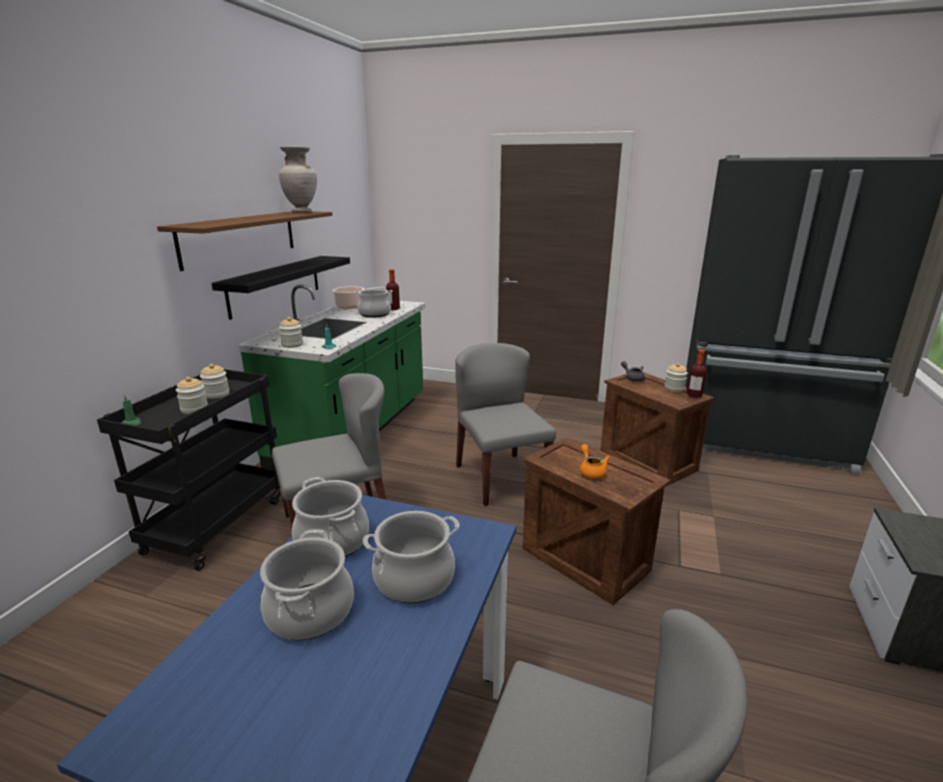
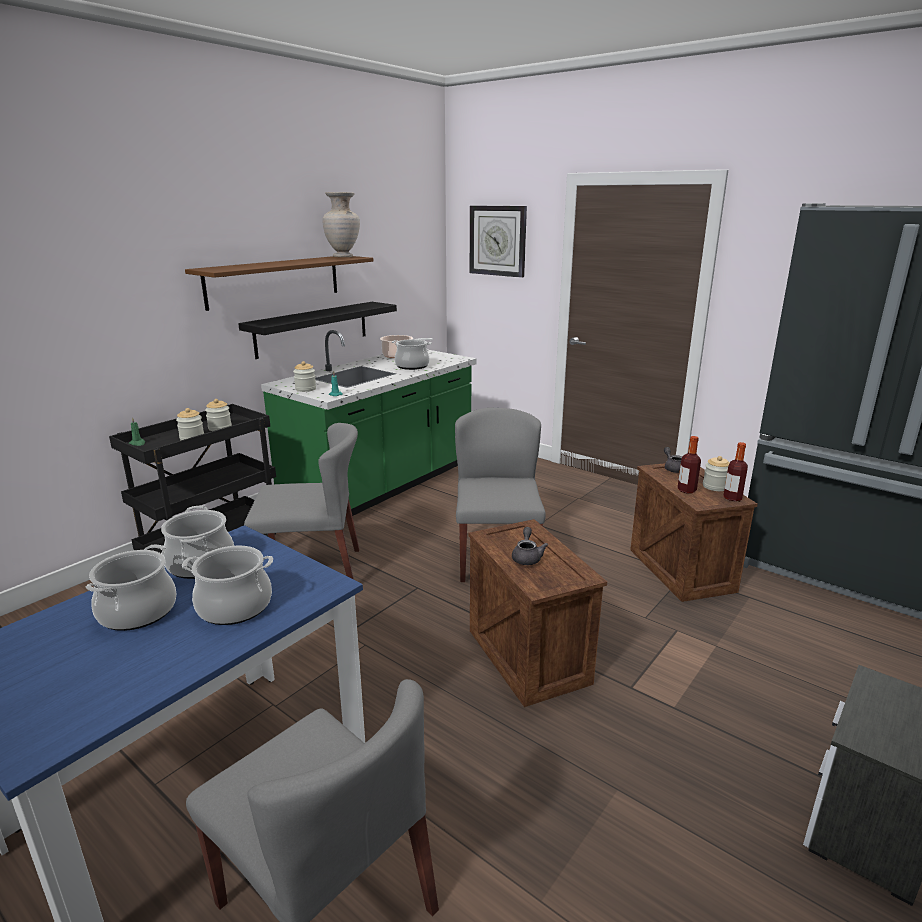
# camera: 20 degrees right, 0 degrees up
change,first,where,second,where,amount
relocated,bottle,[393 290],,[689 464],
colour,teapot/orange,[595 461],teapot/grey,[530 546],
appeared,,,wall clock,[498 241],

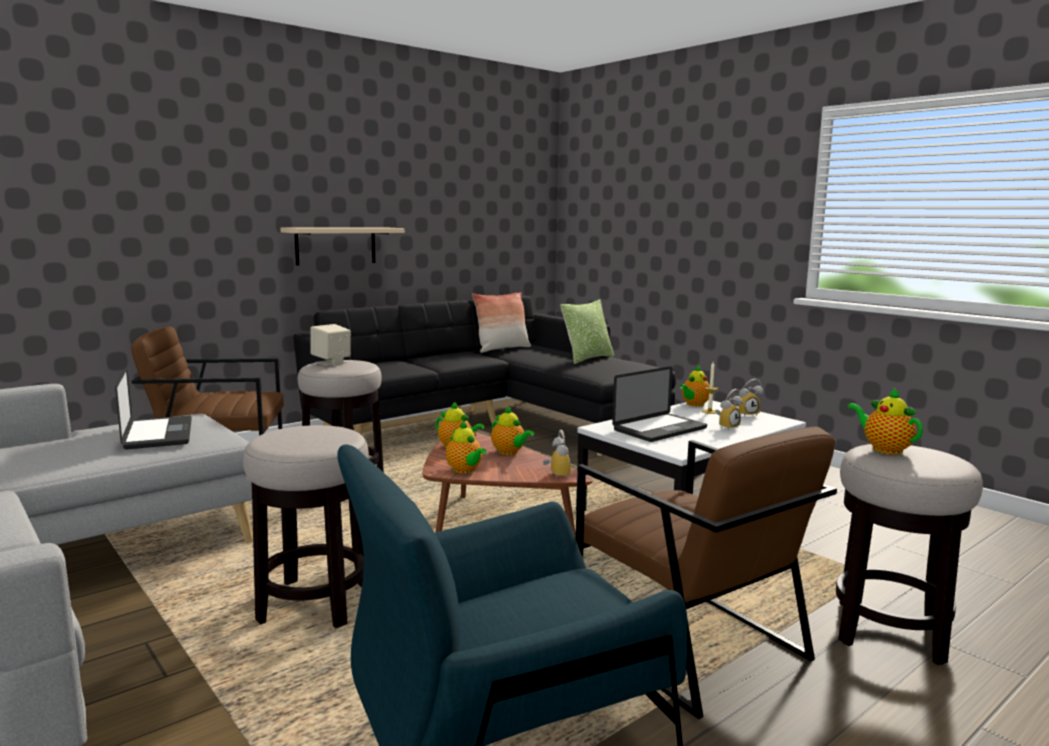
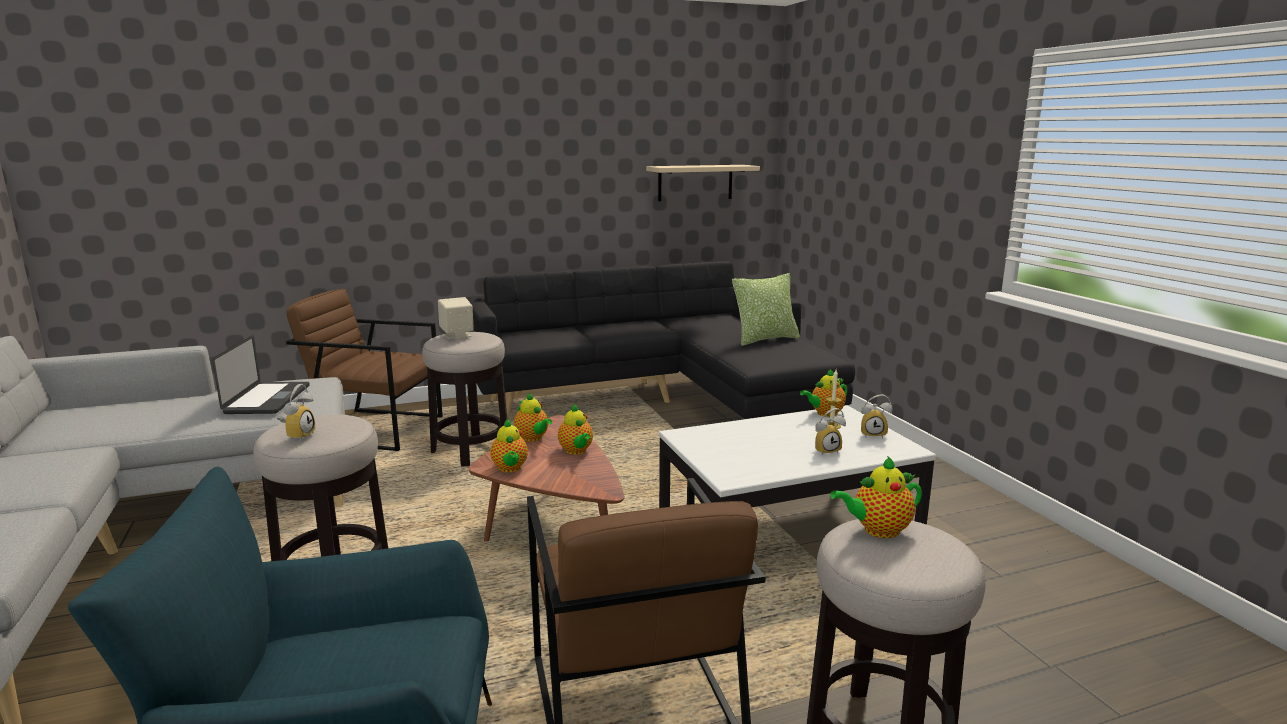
# camera: 20 degrees right, 5 degrees up
change,first,where,second,where,amount
relocated,shelf/beige,[342 246],,[703 183],
missing,pillow,[501 322],,,
relocated,alarm clock,[557 454],,[296 412],
missing,laptop,[659 404],,,
spun,teapot,[885 421],,[876 497],90 degrees counterclockwise

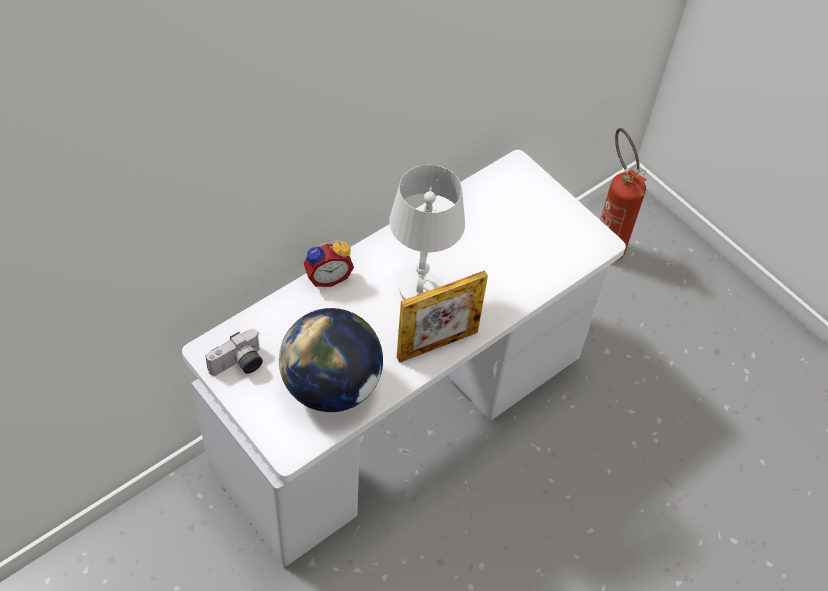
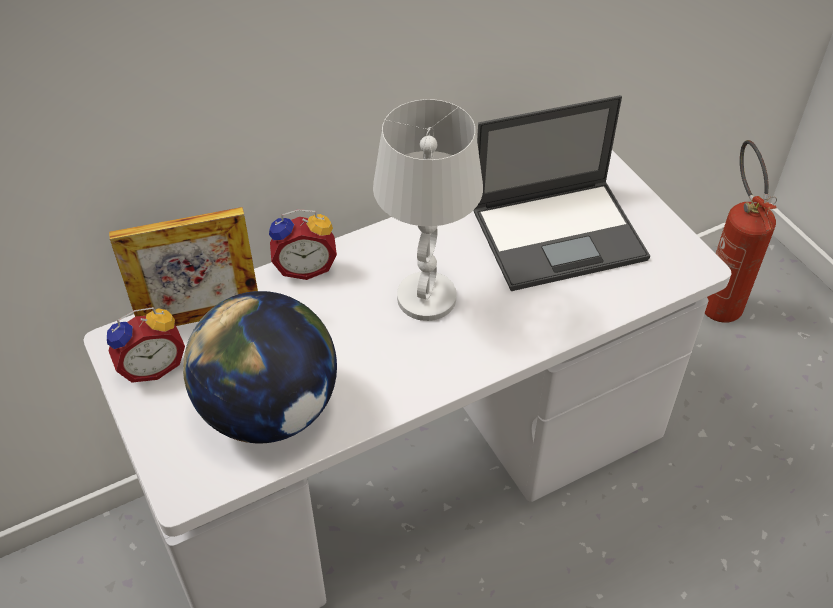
# camera: 15 degrees right, 5 degrees down
change,first,where,second,where,amount
exchanged,photo camera,[234 352],alarm clock,[146 345],
relocated,picture frame,[442 316],,[183 266],
appeared,,,laptop,[561 193],

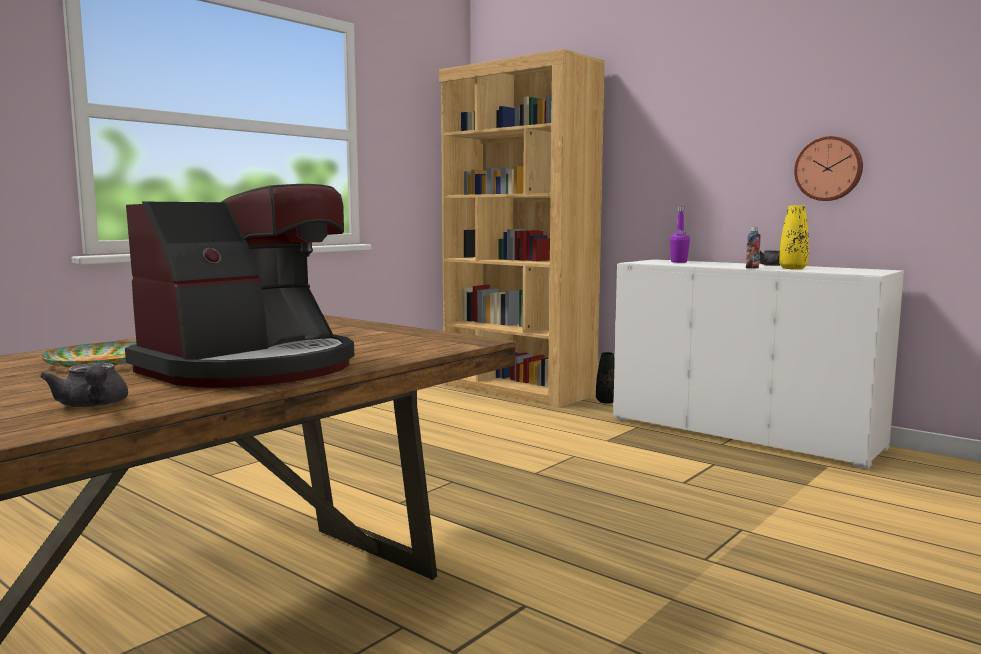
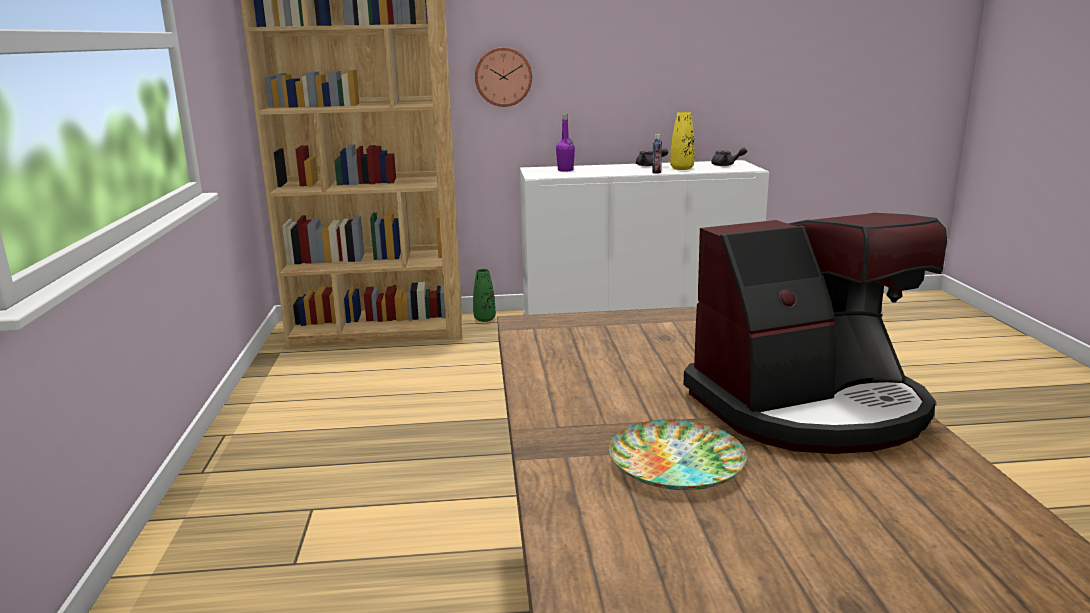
# camera: 45 degrees left, 10 degrees up
change,first,where,second,where,amount
relocated,teapot/grey,[84 385],,[729 156],
spun,coffee machine,[239 286],,[815 333],75 degrees clockwise
colour,vase/black,[605 378],vase/green,[484 295],
relocated,wall clock,[828 168],,[503 77],

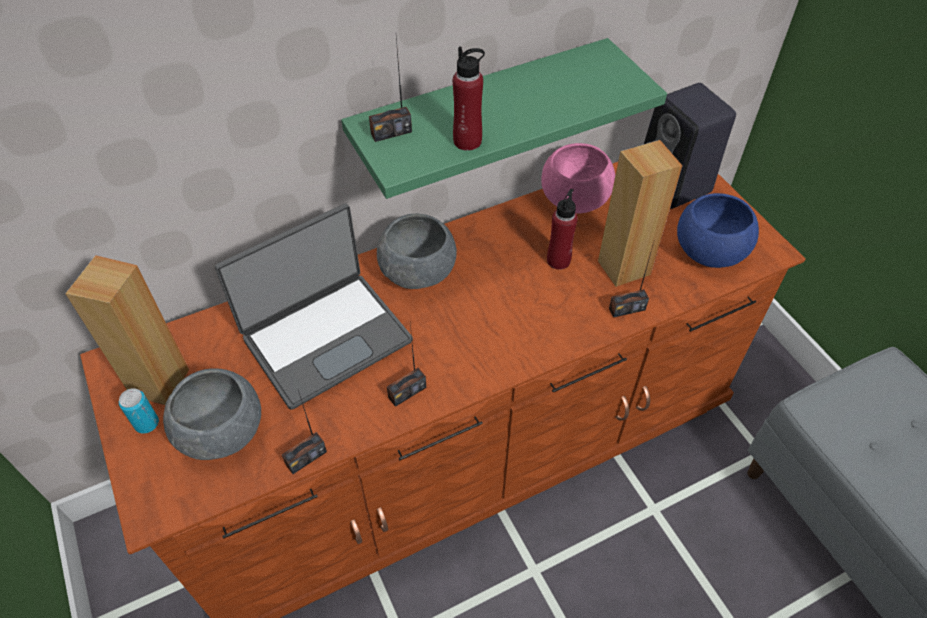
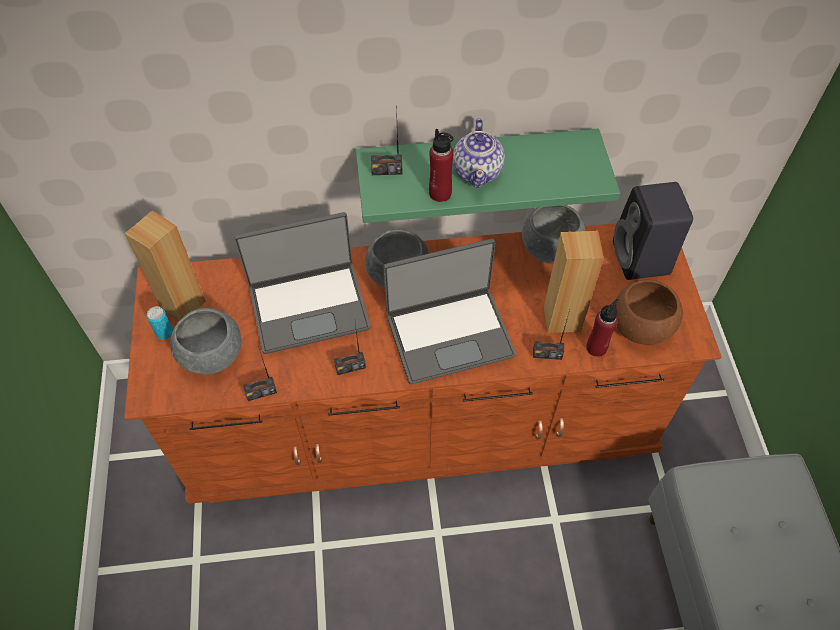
# camera: 20 degrees right, 5 degrees up
change,first,where,second,where,amount
colour,bowl/pink,[578 178],bowl/grey,[554 234],
relocated,bottle/red,[562 229],,[602 328],
colour,bowl/blue,[718 230],bowl/brown,[649 312],
appeared,,,laptop,[449 311],
appeared,,,teapot,[479 153],

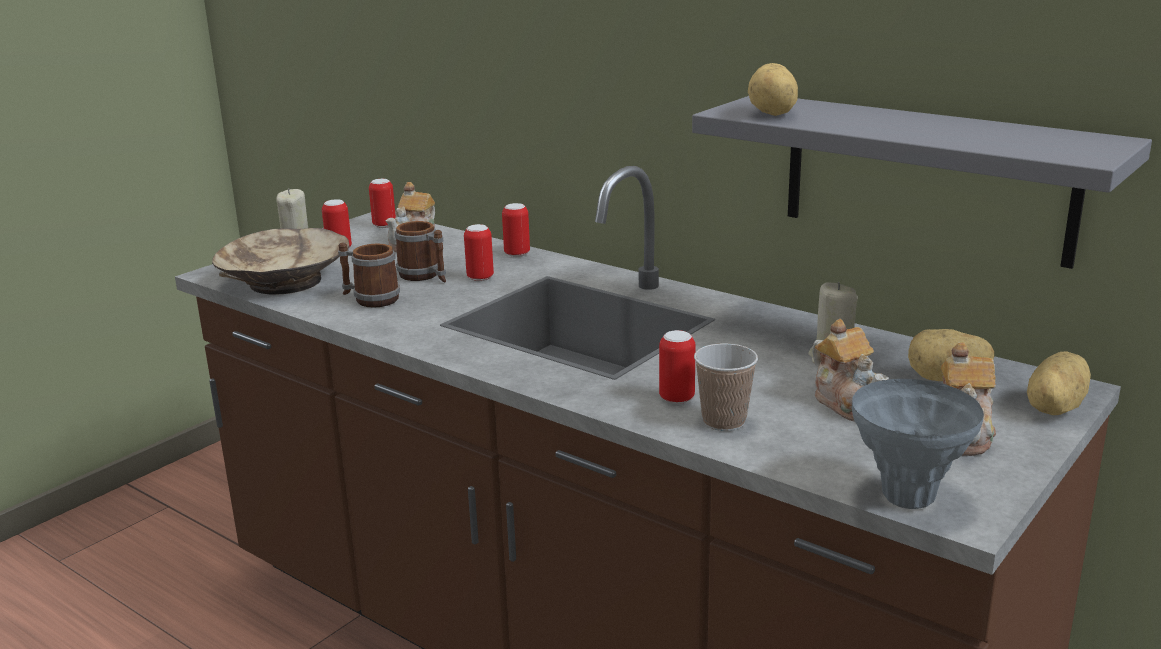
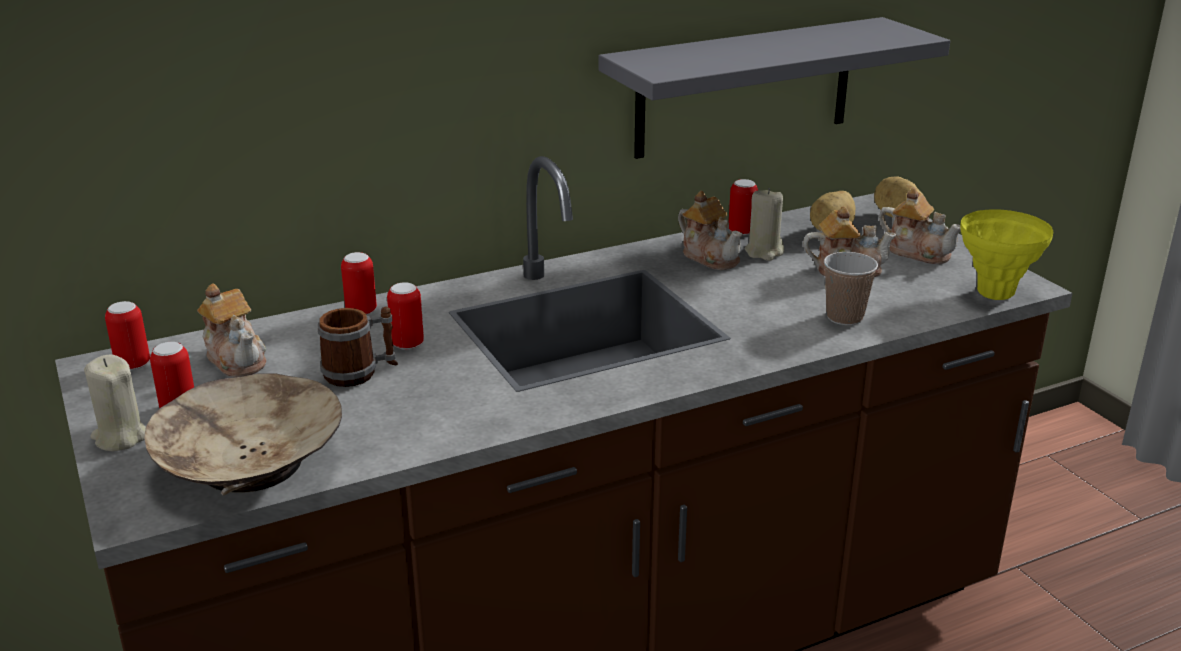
# camera: 65 degrees left, 5 degrees up
change,first,where,second,where,amount
missing,mug,[369 275],,,
relocated,can,[677 367],,[743 207],
missing,potato,[773 89],,,
colour,vase/grey,[918 444],vase/yellow,[1006 254],
appeared,,,teapot,[710 230],

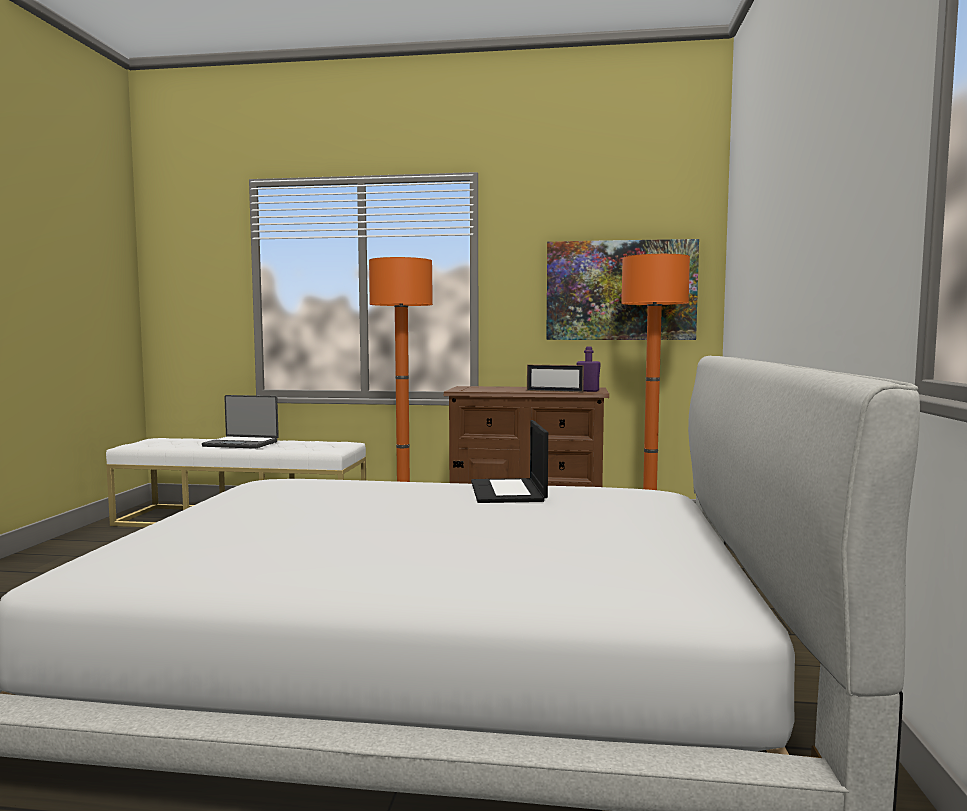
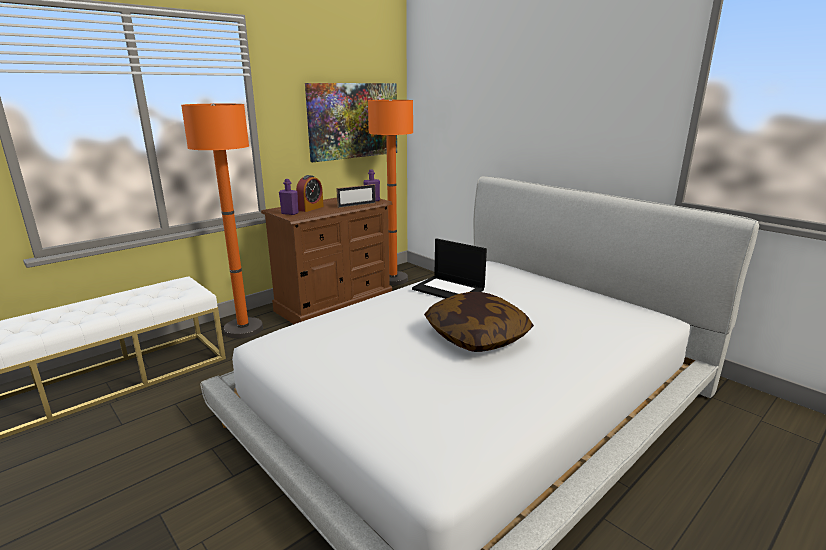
# camera: 50 degrees left, 15 degrees up
change,first,where,second,where,amount
missing,laptop,[240 422],,,
appeared,,,bottle/purple,[289 197],
appeared,,,alarm clock,[310 193],
appeared,,,pillow,[479 322],

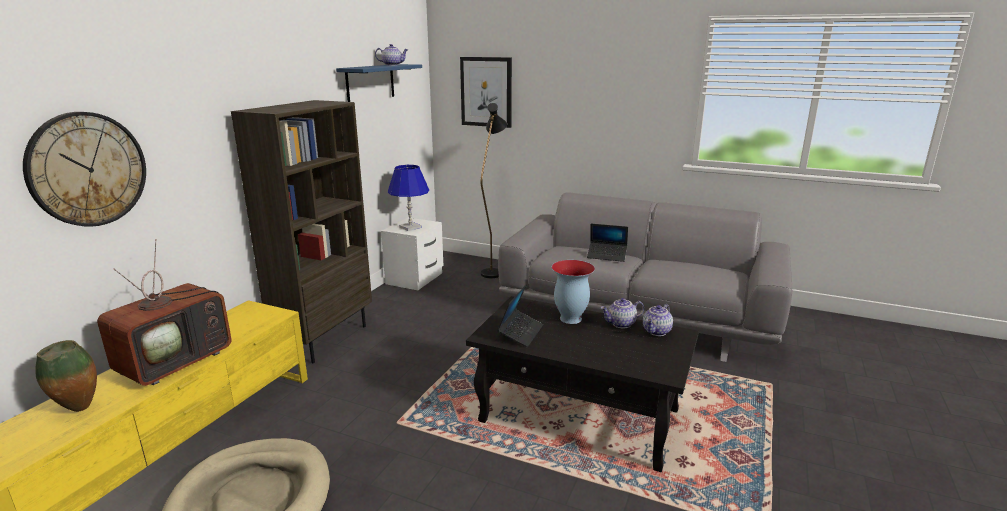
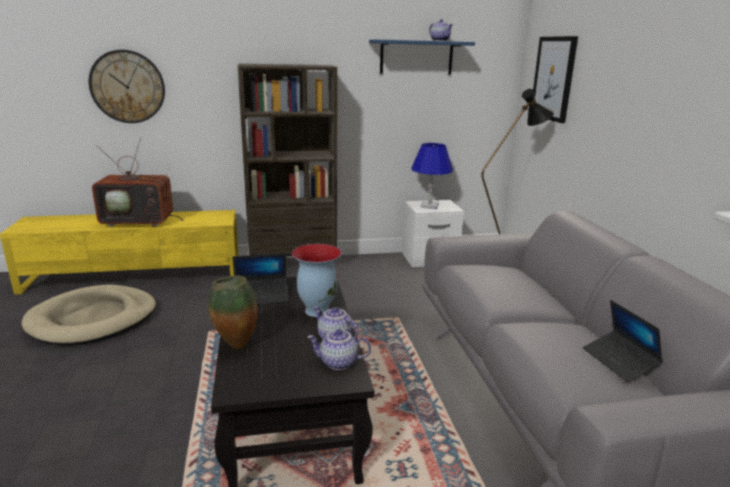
# camera: 55 degrees right, 0 degrees up
change,first,where,second,where,amount
relocated,vase,[66 376],,[232 312],
relocated,laptop,[607 243],,[623 341],

